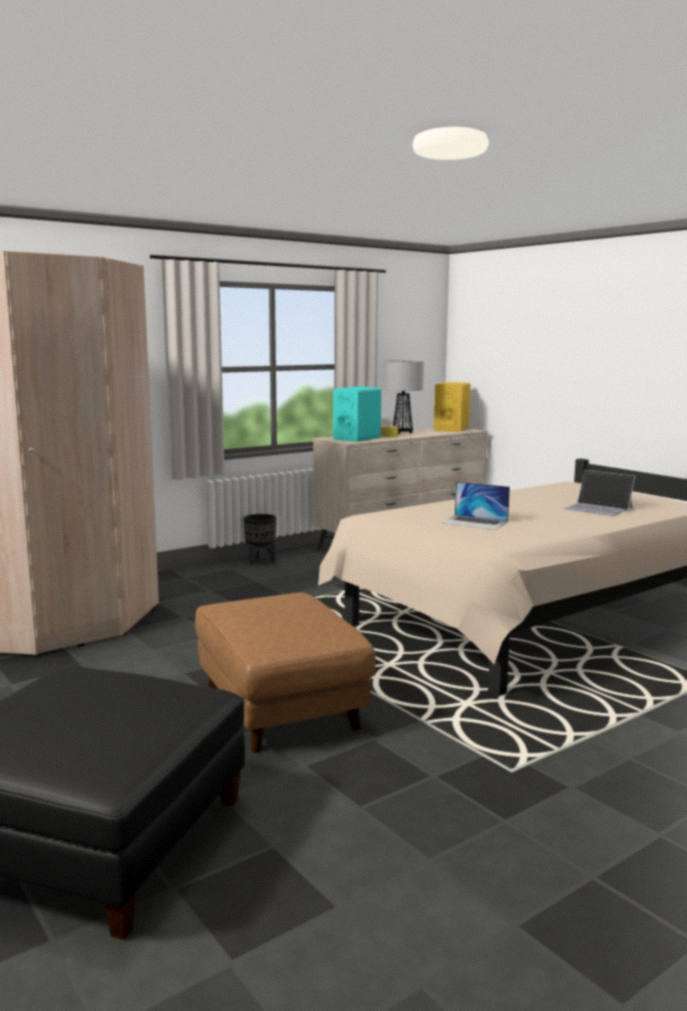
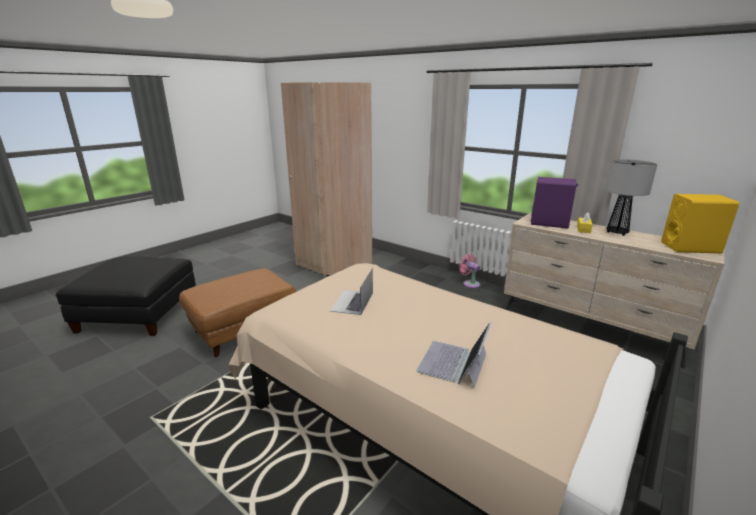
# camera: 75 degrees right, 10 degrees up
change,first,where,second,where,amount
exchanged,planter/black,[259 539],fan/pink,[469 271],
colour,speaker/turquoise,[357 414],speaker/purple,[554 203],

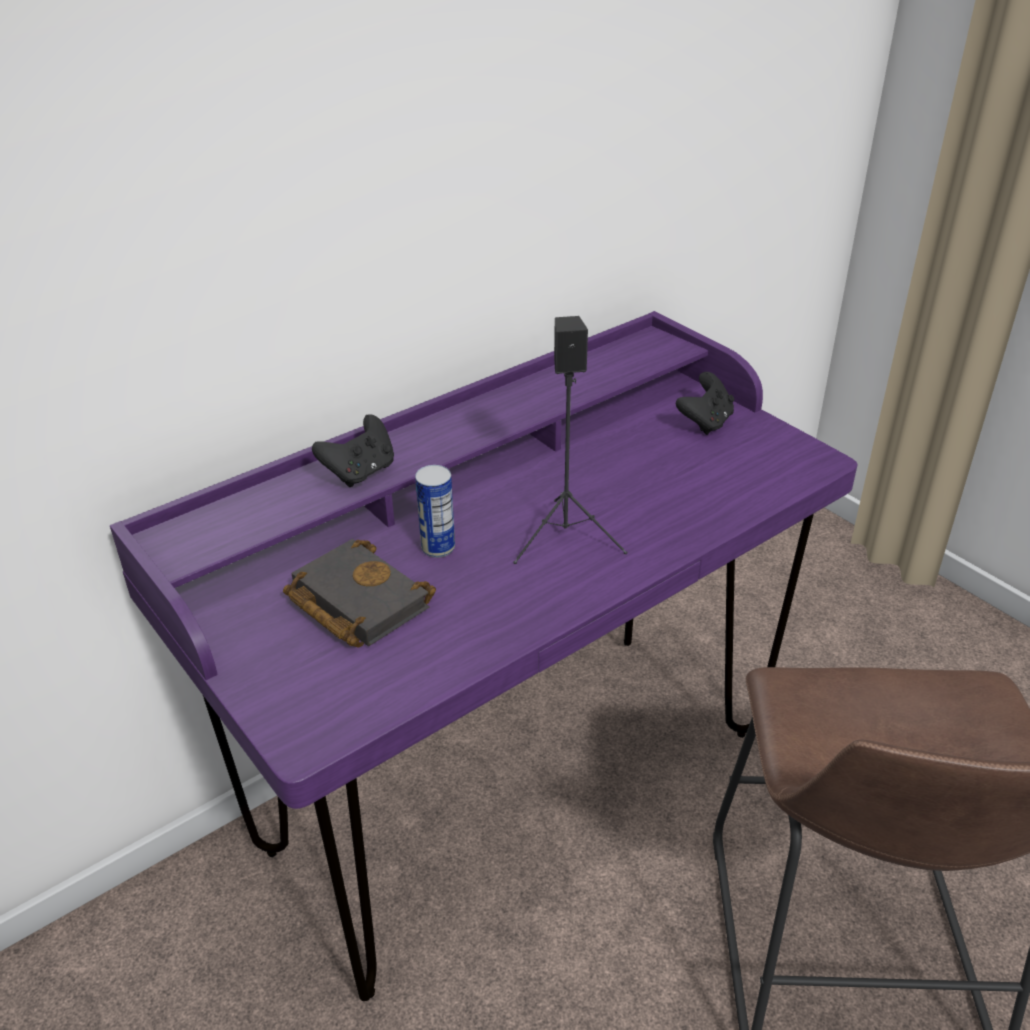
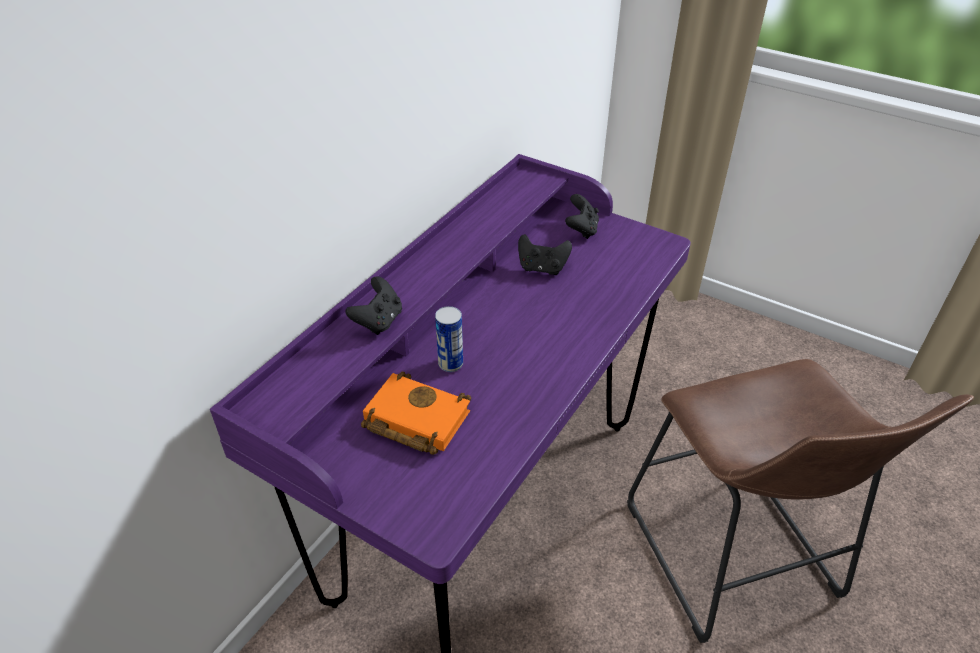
# camera: 20 degrees left, 5 degrees up
change,first,where,second,where,amount
colour,book/black,[359 593],book/orange,[416 413],
missing,speaker/black,[570 440],,,
appeared,,,game controller/black,[545 254],

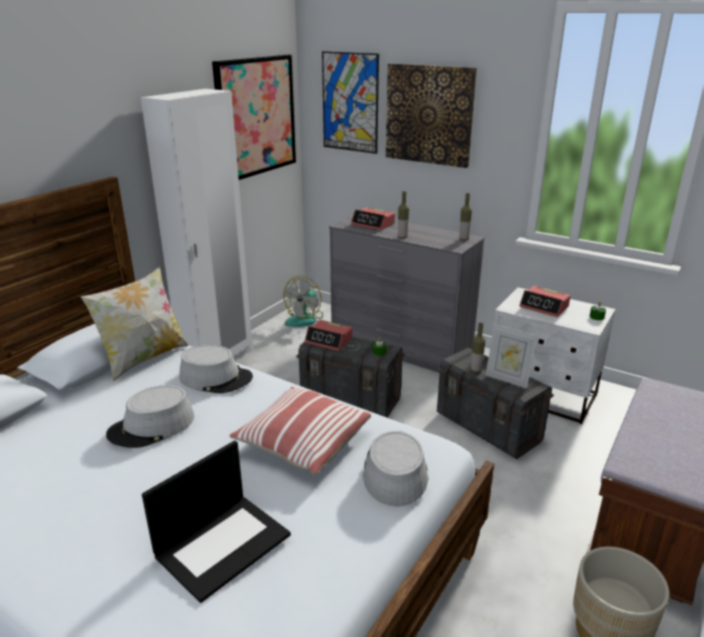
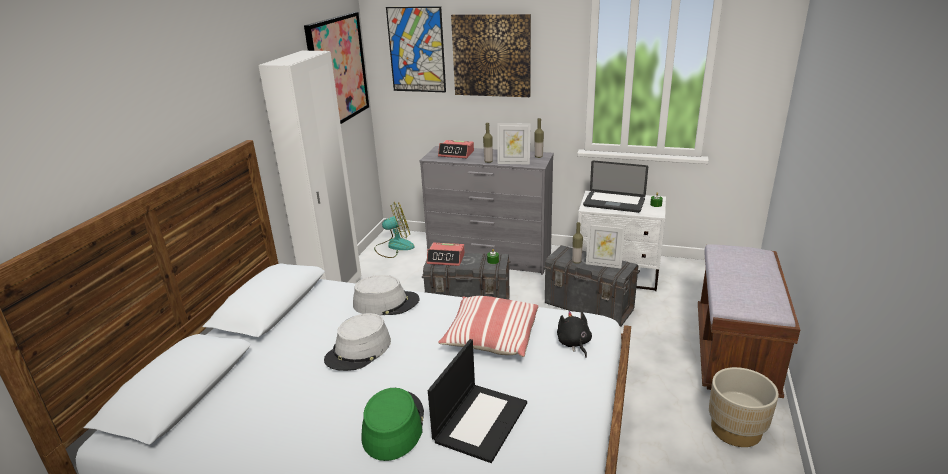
# camera: 15 degrees left, 0 degrees up
change,first,where,second,where,amount
missing,pillow,[134 324],,,
spun,fan,[303 301],,[394 230],120 degrees counterclockwise
exchanged,hat/grey,[396 468],plush toy/black,[574 334],
exchanged,alarm clock,[545 301],laptop,[615 187],
appeared,,,hat/green,[393 424],
appeared,,,picture frame,[514 144],

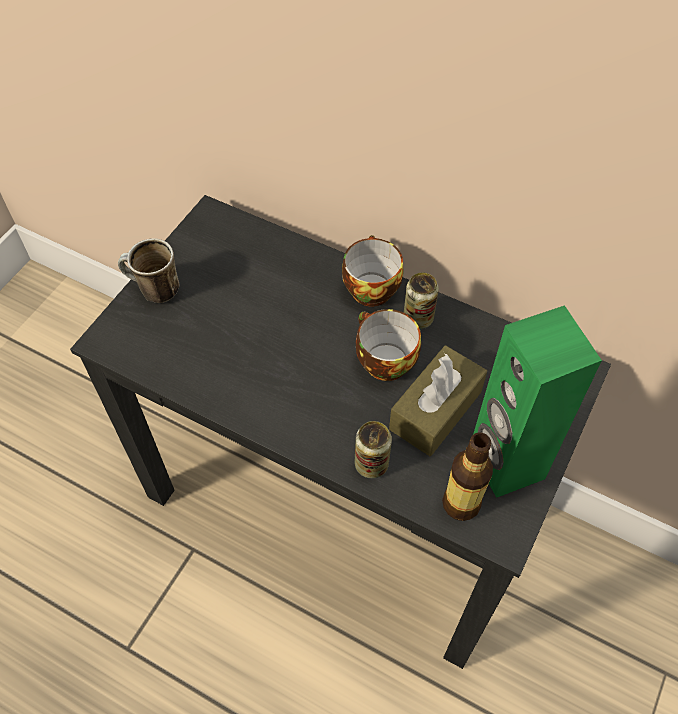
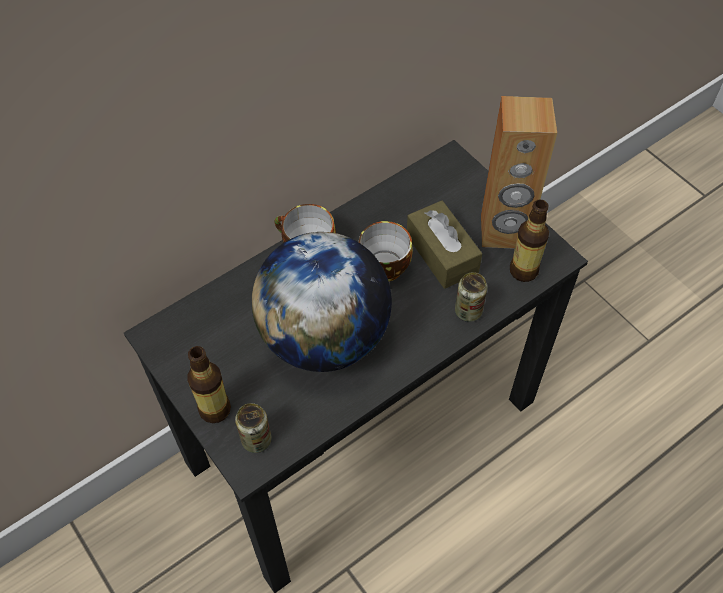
# camera: 65 degrees left, 0 degrees up
change,first,where,second,where,amount
exchanged,mug,[149 270],bottle,[209 384],
relocated,can,[421 300],,[253 428],
colour,speaker/green,[537 401],speaker/brown,[519 172],
appeared,,,globe,[322 302],

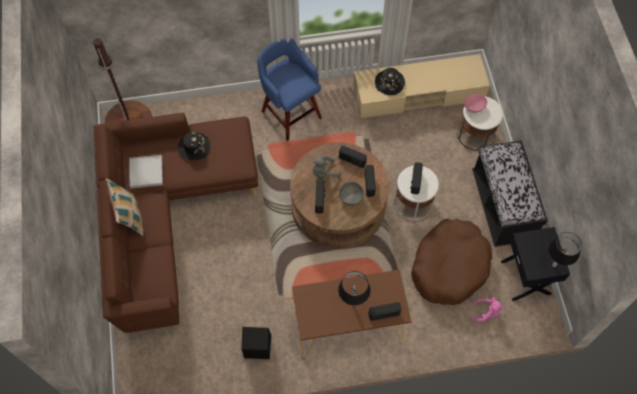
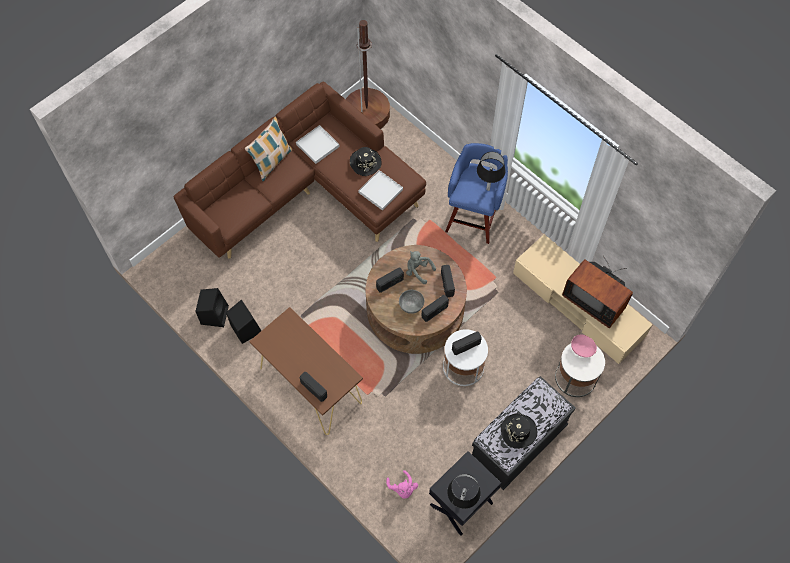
# camera: 55 degrees right, 0 degrees up
change,first,where,second,where,amount
relocated,table lamp/black,[354 288],,[491 171],
relocated,hat/black,[390 81],,[519 431],
missing,dog bed/brown,[451 262],,,
appeared,,,speaker/black,[212 307],
appeared,,,tray/white,[380 190],
appeared,,,television,[597 292],

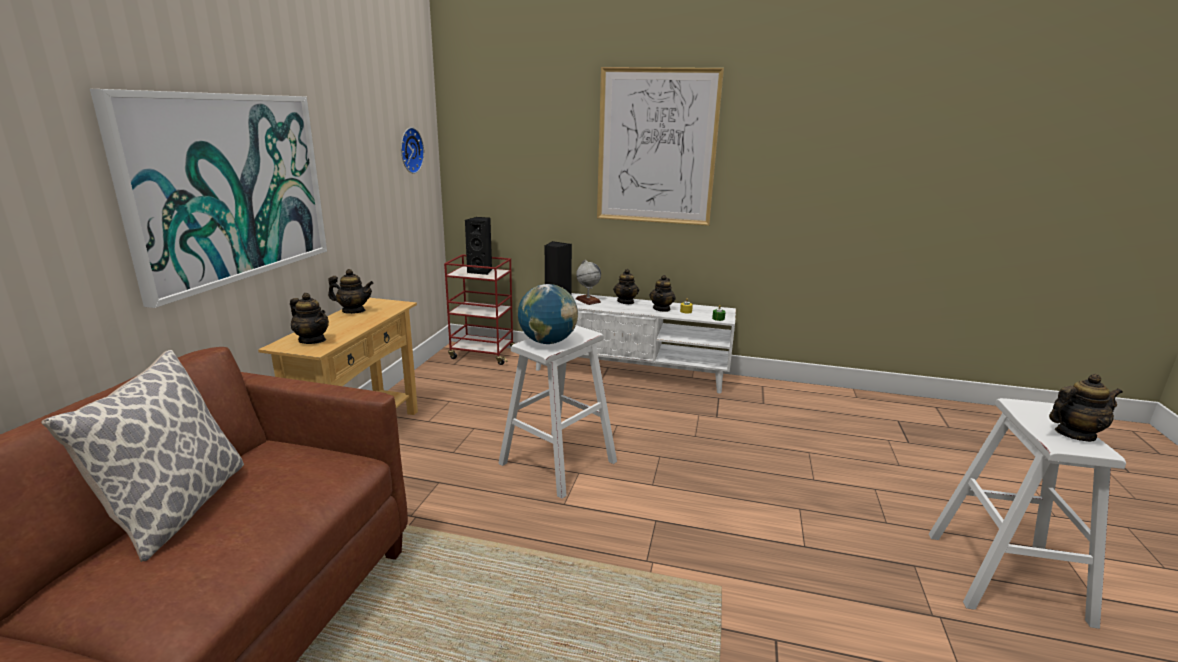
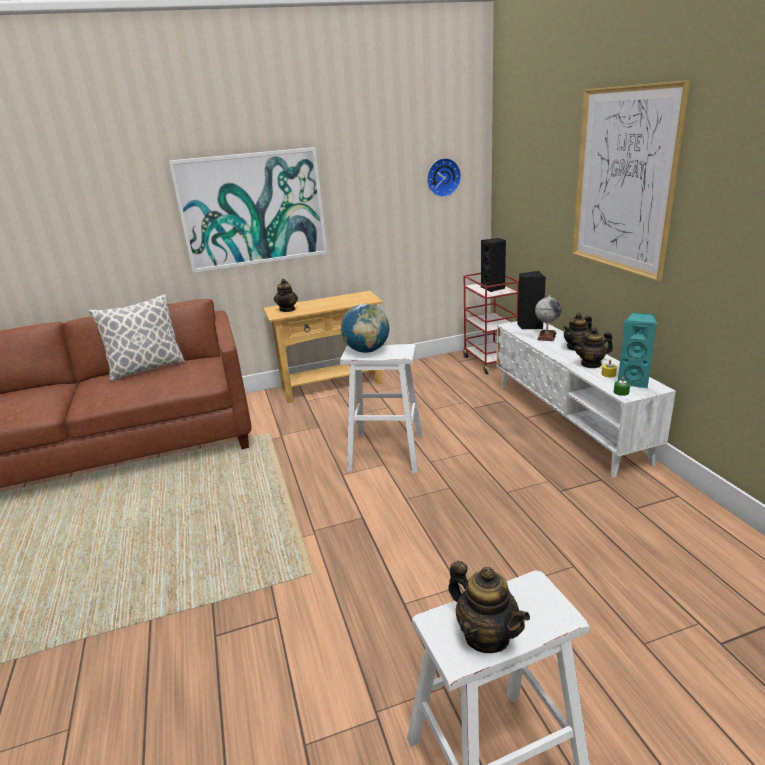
# camera: 60 degrees right, 5 degrees up
change,first,where,second,where,amount
missing,teapot,[351 291],,,
appeared,,,speaker/turquoise,[637 350],

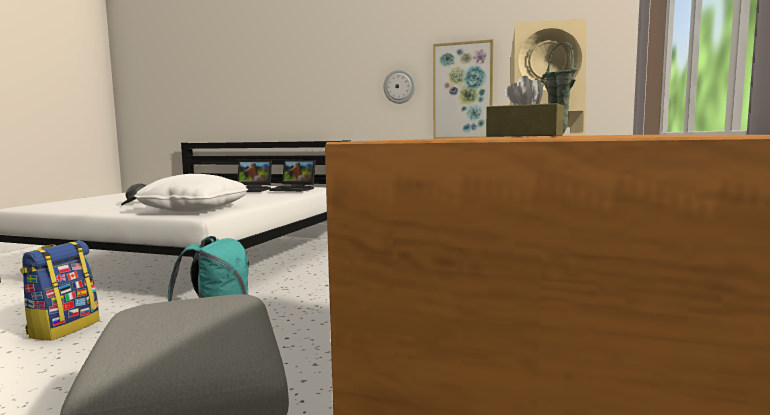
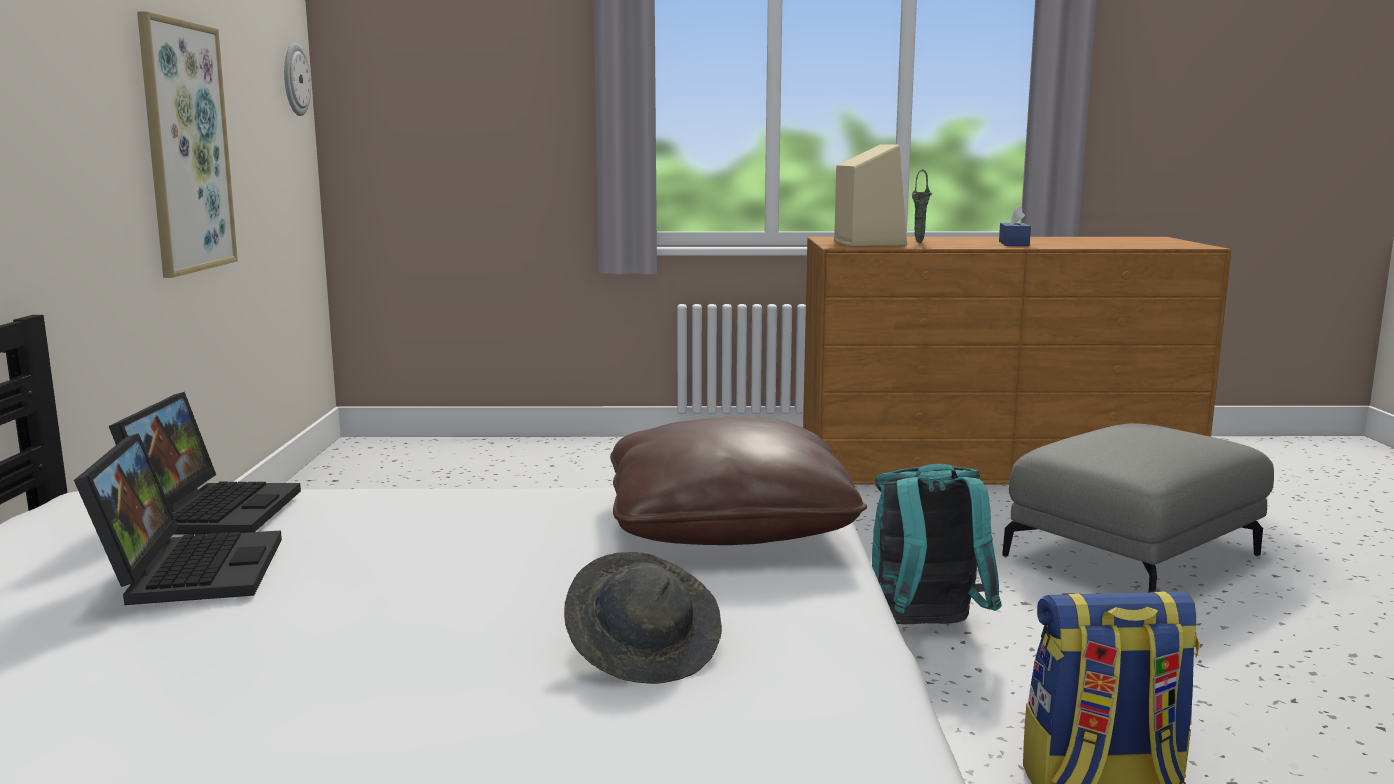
# camera: 110 degrees left, 5 degrees up
change,first,where,second,where,amount
colour,pillow/white,[191 193],pillow/brown,[738 481],
relocated,wall clock,[399 86],,[297 79],
colour,tissue box/brown,[525 106],tissue box/blue,[1015 225],

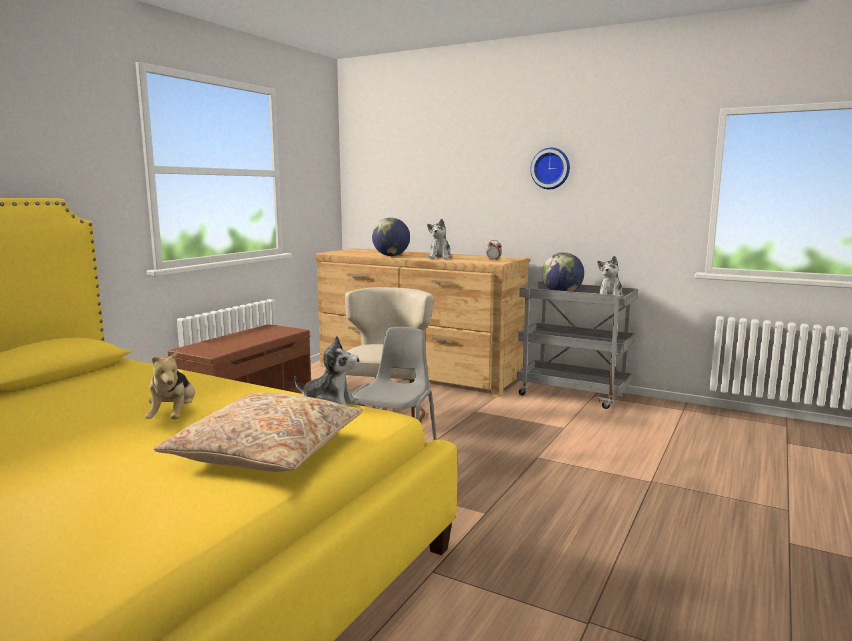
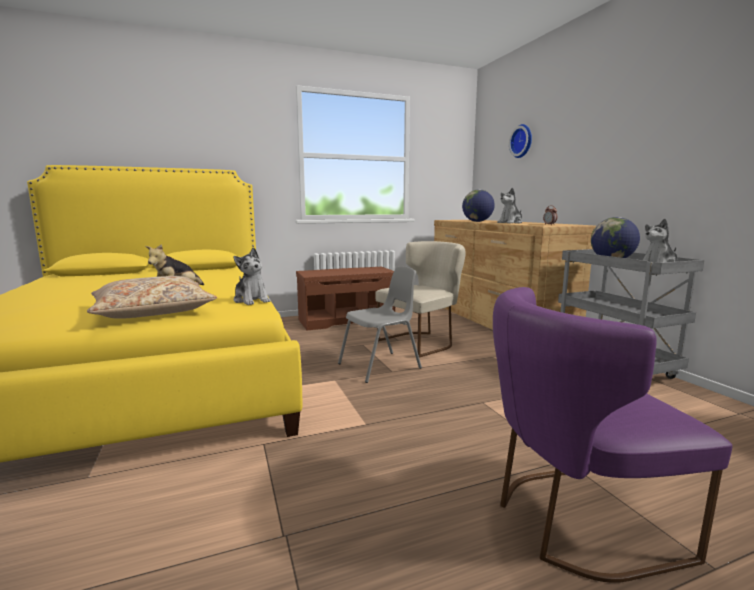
# camera: 40 degrees right, 0 degrees up
change,first,where,second,where,amount
relocated,wall clock,[550 168],,[520 141],
appeared,,,chair/purple,[613 435],

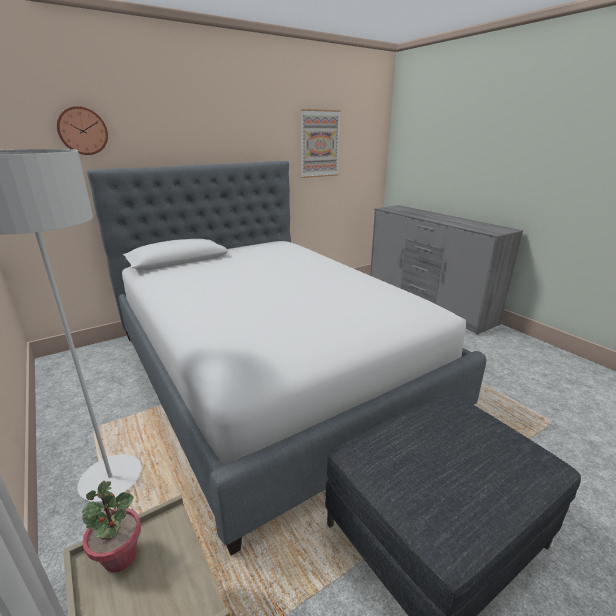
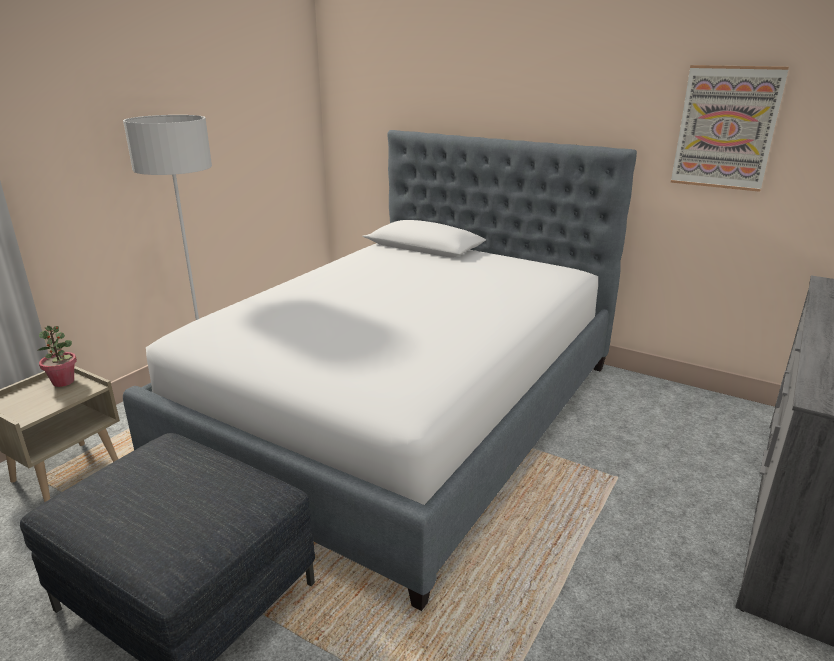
# camera: 65 degrees right, 0 degrees up
change,first,where,second,where,amount
missing,wall clock,[82 130],,,

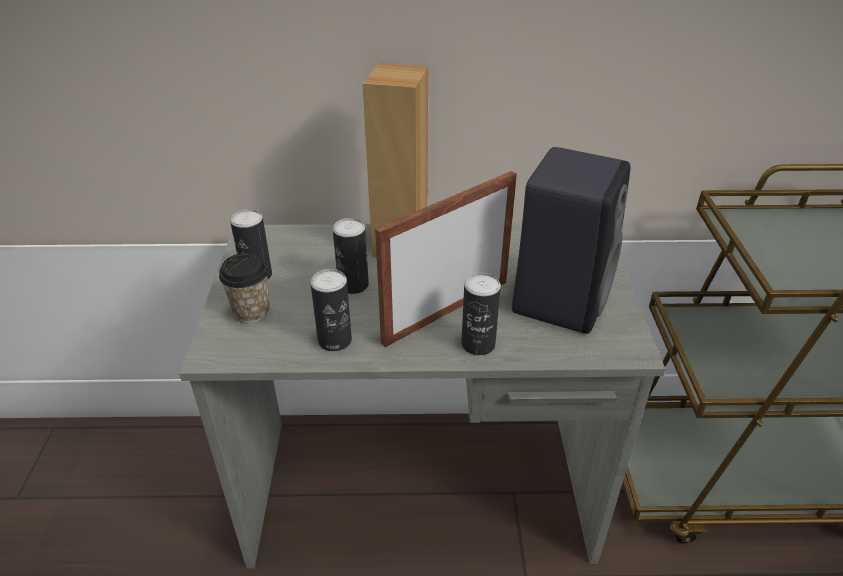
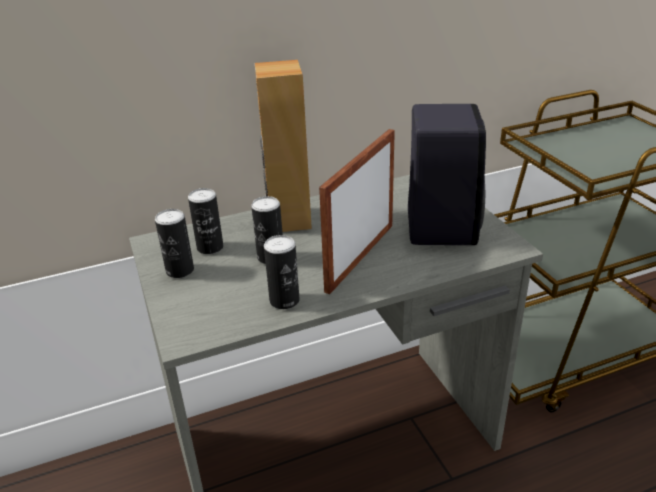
# camera: 20 degrees left, 5 degrees down
change,first,where,second,where,amount
missing,cup,[244 288],,,
relocated,can,[481 314],,[205 221],

